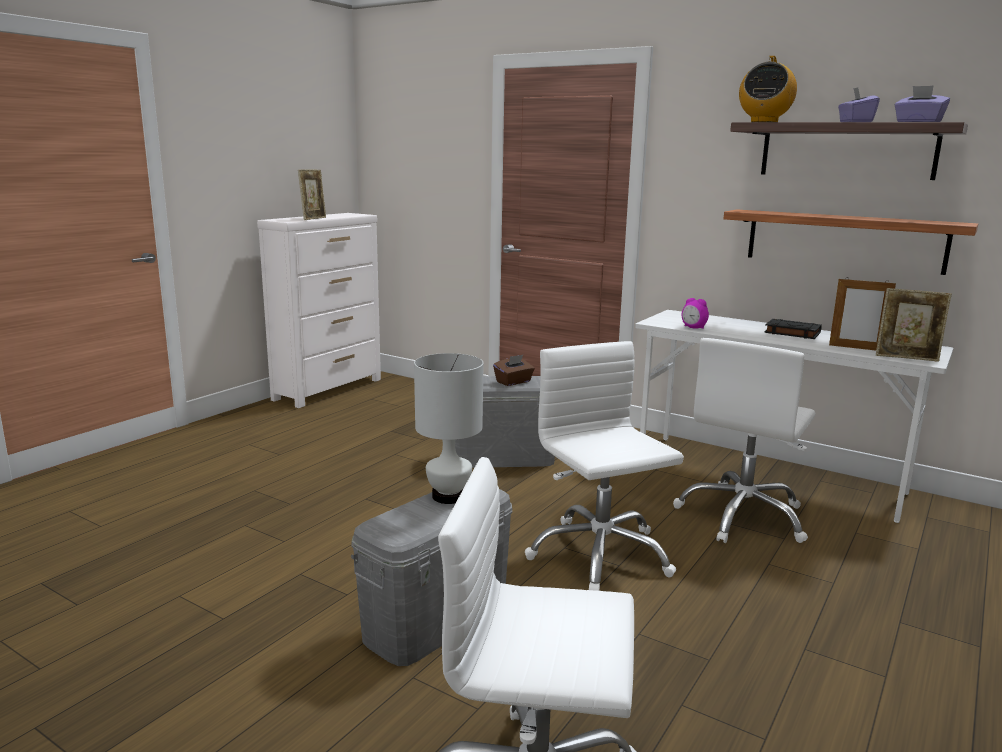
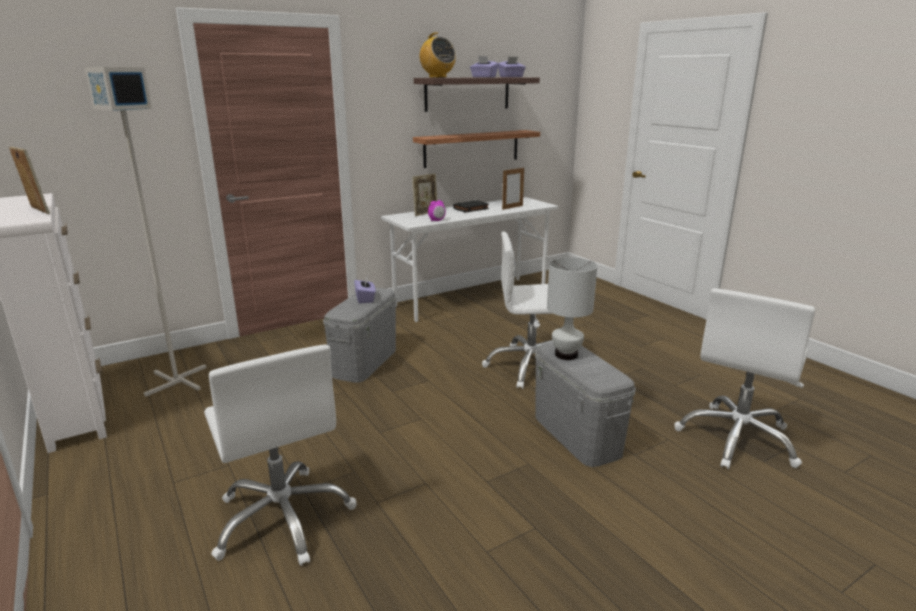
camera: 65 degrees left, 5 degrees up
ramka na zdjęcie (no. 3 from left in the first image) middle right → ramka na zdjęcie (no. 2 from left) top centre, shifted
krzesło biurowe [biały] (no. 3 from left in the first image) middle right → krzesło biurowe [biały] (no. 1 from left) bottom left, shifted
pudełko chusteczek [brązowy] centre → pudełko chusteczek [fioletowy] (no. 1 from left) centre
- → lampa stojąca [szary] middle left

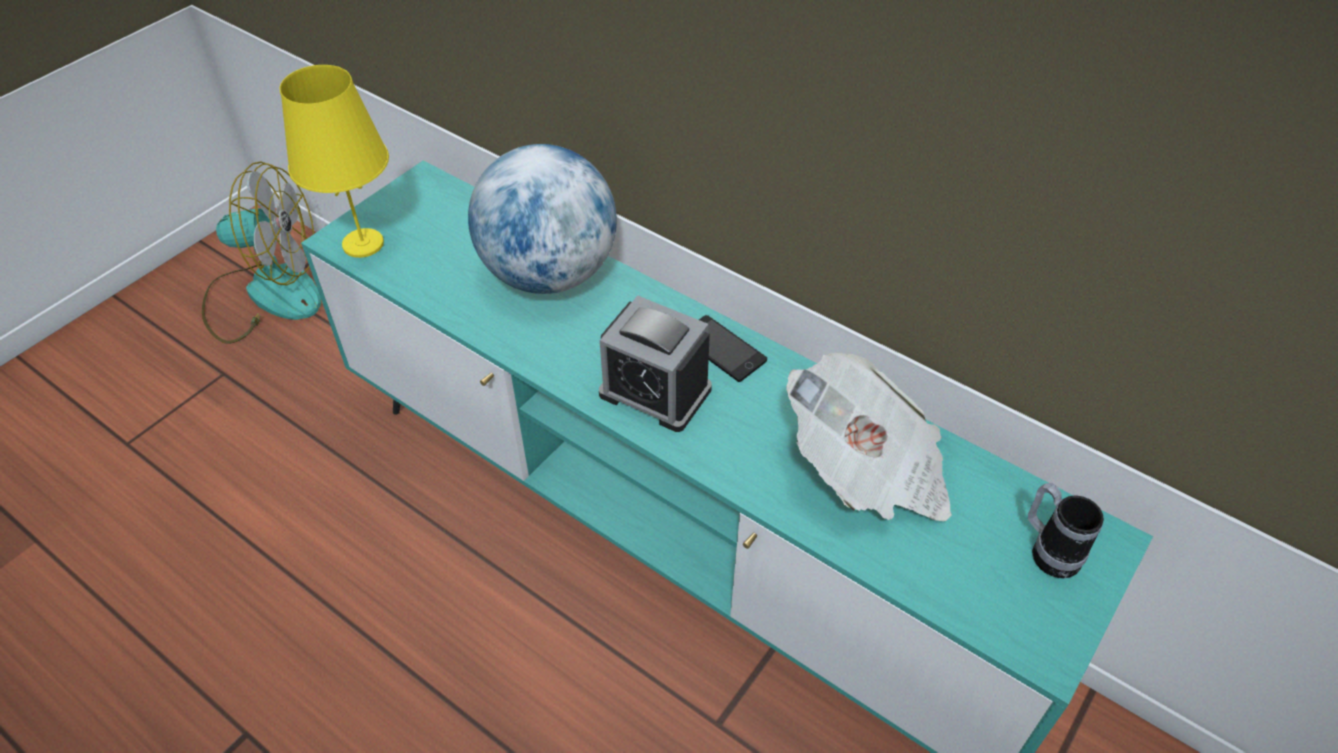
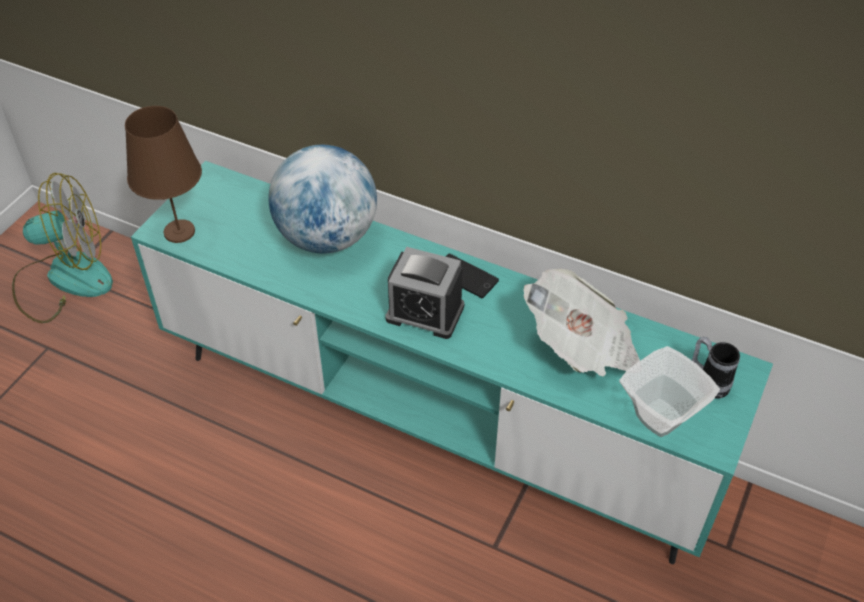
camera: 10 degrees left, 0 degrees up
lampa stołowa [żółty] top left → lampa stołowa [brązowy] top left
- → miska middle right

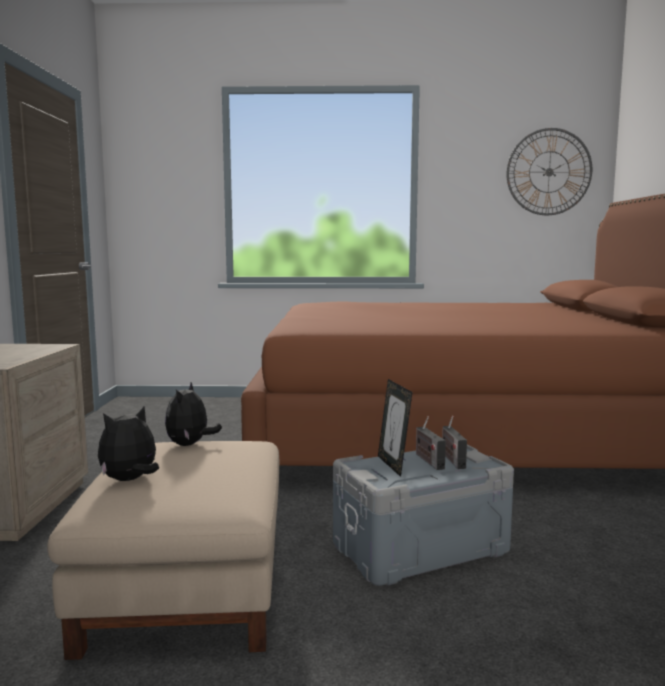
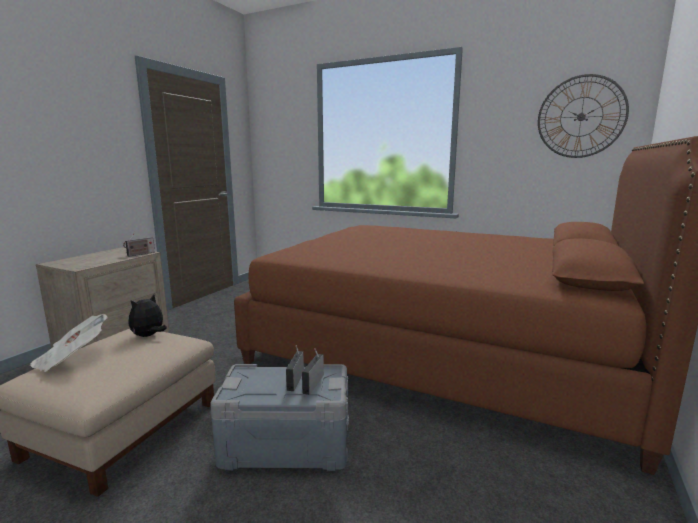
camera: 25 degrees right, 5 degrees up
ramka na zdjęcie centre → -
pluszak (no. 1 from left) middle left → gazeta middle left
- → radio (no. 1 from left) middle left

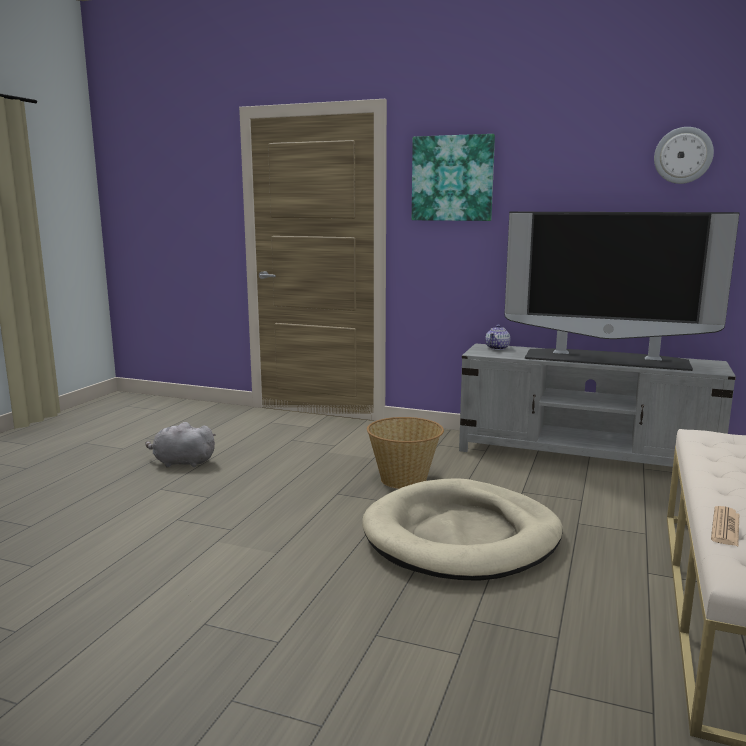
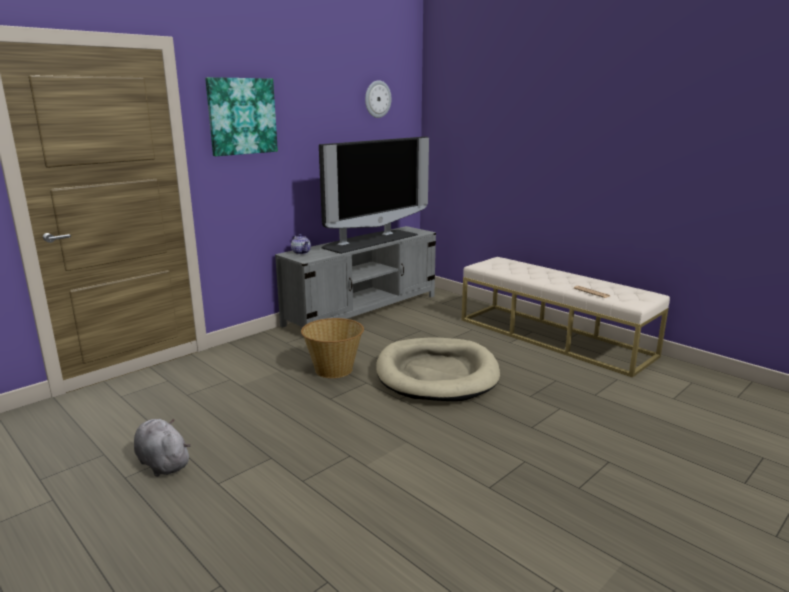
camera: 65 degrees left, 5 degrees up
pluszak [szary] middle left → pluszak [szary] bottom left, 105 degrees clockwise

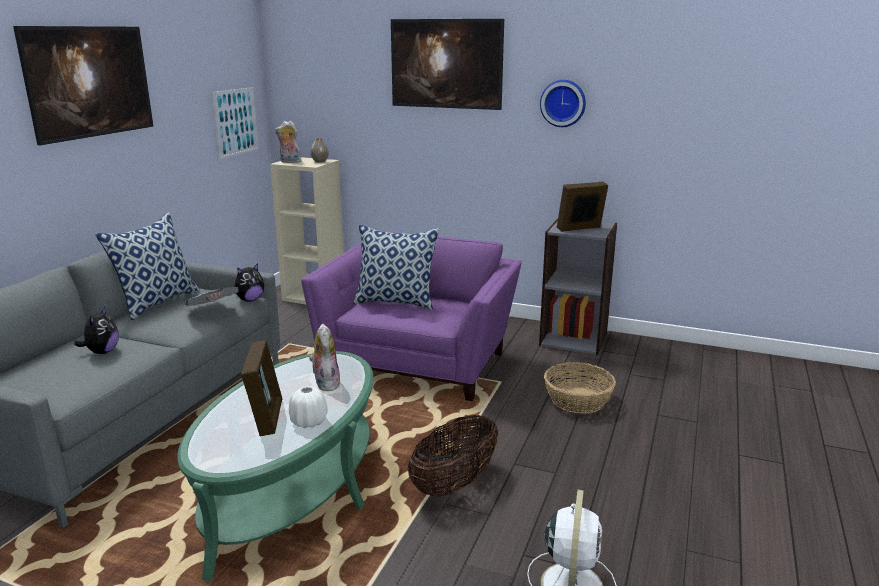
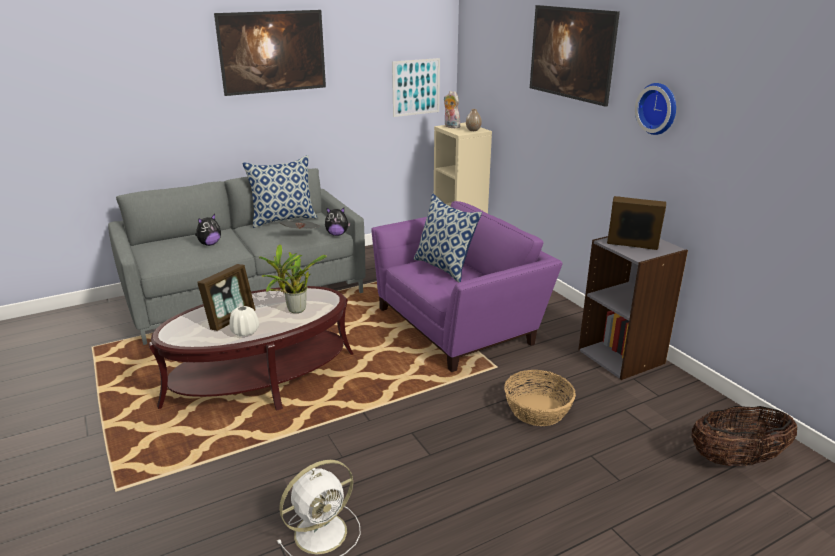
camera: 40 degrees right, 5 degrees up
pluszak (no. 4 from left) centre → roślina doniczkowa centre
ława [zielony] bottom left → ława [brązowy] middle left
koszyk (no. 1 from left in the first image) bottom centre → koszyk (no. 2 from left) bottom right, shifted

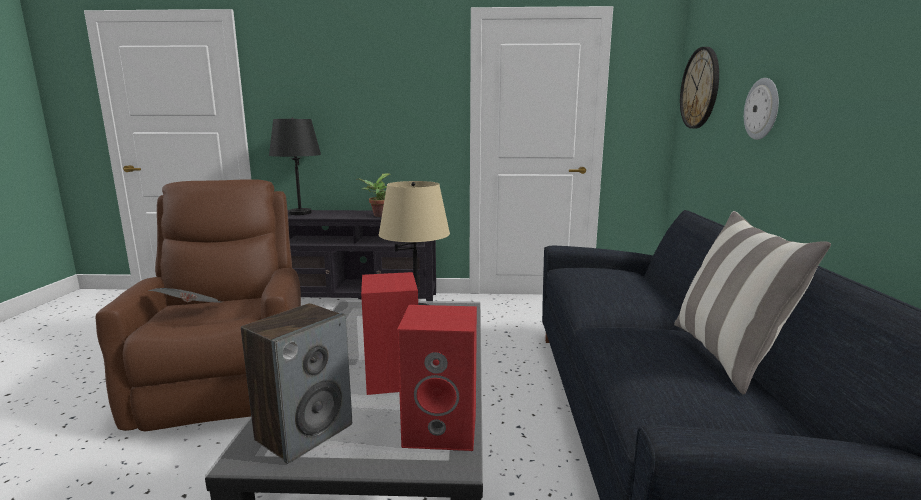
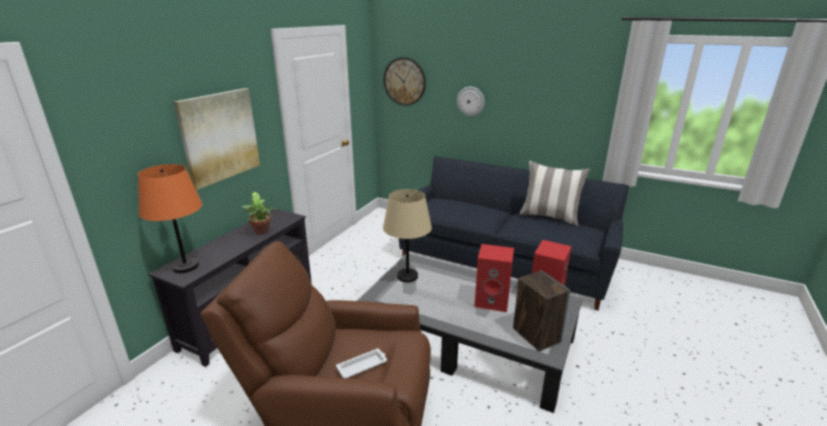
camera: 65 degrees left, 10 degrees up
lampa stołowa [czarny] top left → lampa stołowa [pomarańczowy] middle left
gazeta middle left → taca [biały] bottom centre
- → obraz top left

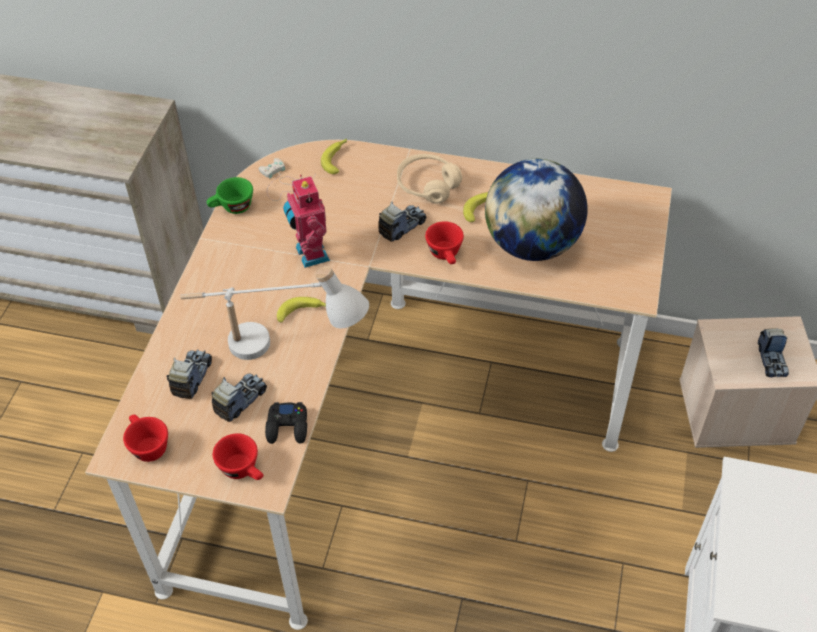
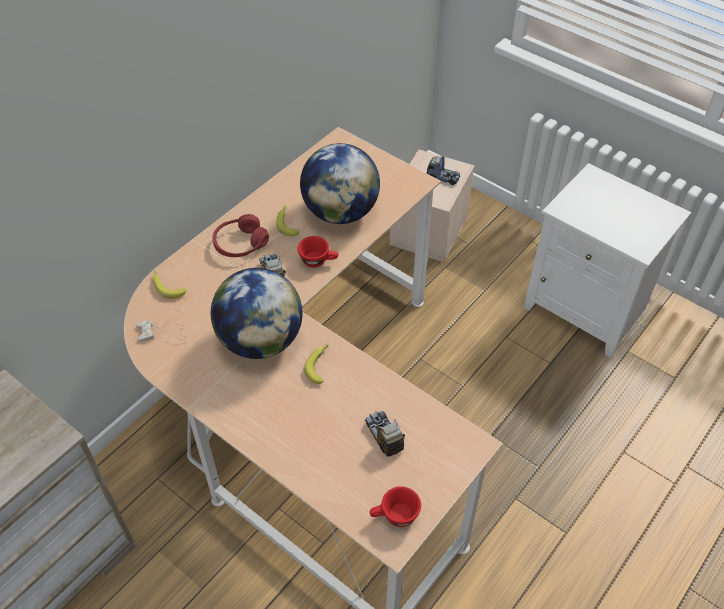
camera: 65 degrees left, 0 degrees up
słuchawki [beżowy] top centre → słuchawki [czerwony] middle left
robot zabawkowy centre → globus (no. 1 from left) centre
filiżanka [zielony] top left → -
lampa stołowa [biały] centre → -
ciężarówka zabawkowa (no. 1 from left) middle left → -
pad do gier [czarny] bottom centre → -
filiżanka [czerwony] (no. 2 from left) bottom left → -

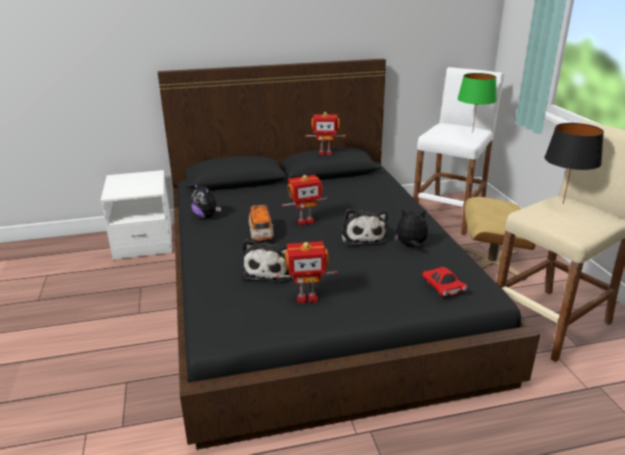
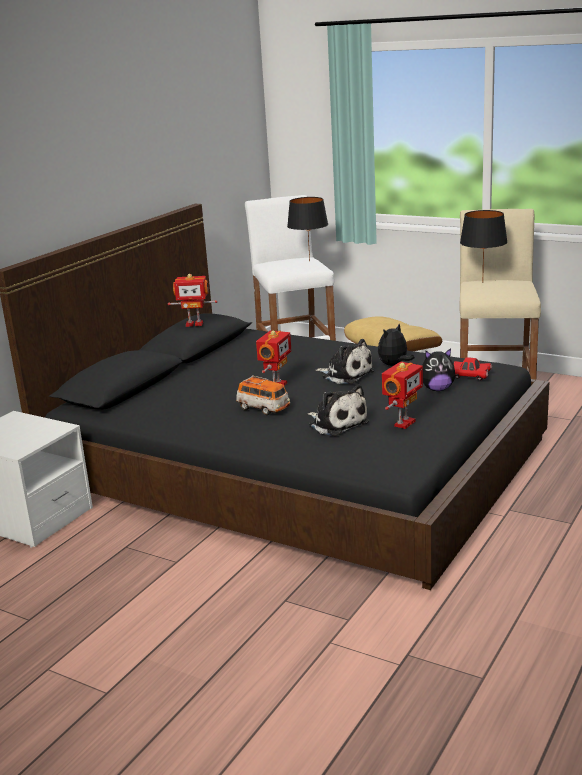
camera: 45 degrees left, 5 degrees down
lampa stołowa [zielony] top right → lampa stołowa [czarny] (no. 1 from left) top centre
robot zabawkowy (no. 3 from left in the first image) top centre → robot zabawkowy (no. 1 from left) middle left, 45 degrees clockwise
pluszak (no. 1 from left in the first image) middle left → pluszak (no. 4 from left) middle right, shifted

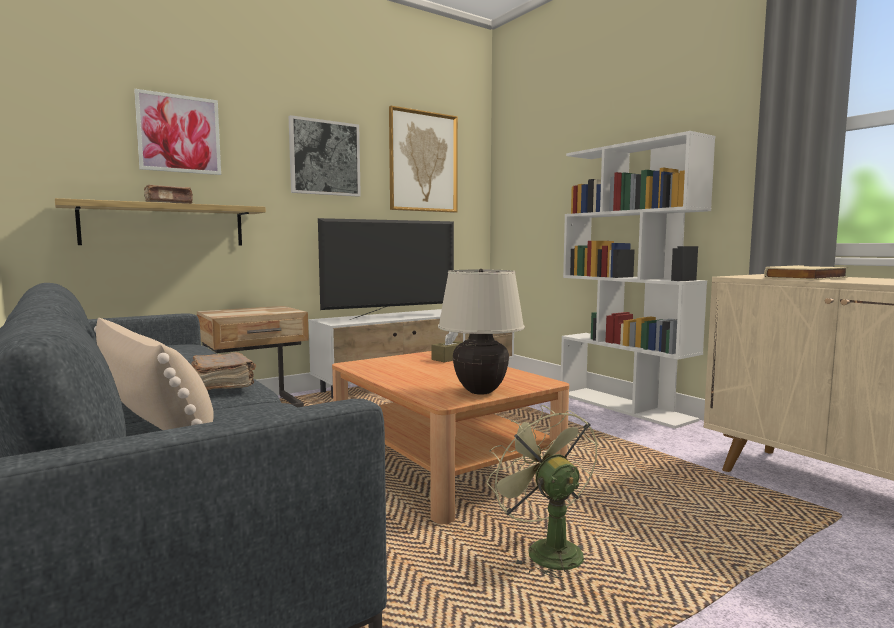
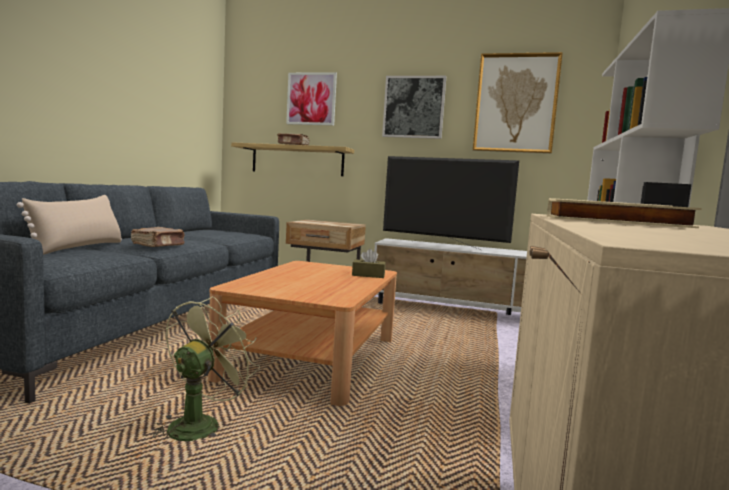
camera: 50 degrees right, 0 degrees up
lampa stołowa [beżowy] centre → -

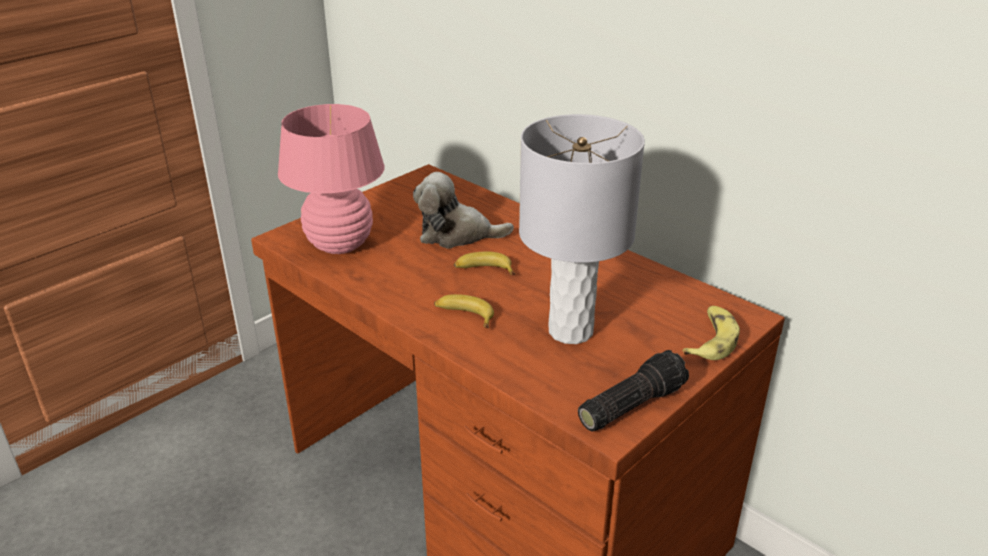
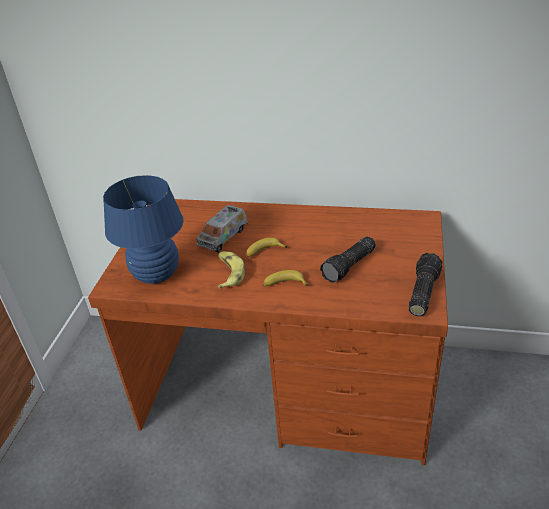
camera: 30 degrees left, 5 degrees up
lampa stołowa [różowy] top centre → lampa stołowa [niebieski] middle left
lampa stołowa [szary] centre → latarka (no. 1 from left) centre
pluszak centre → ciężarówka zabawkowa centre
banan (no. 3 from left in the first image) middle right → banan (no. 1 from left) centre, shifted

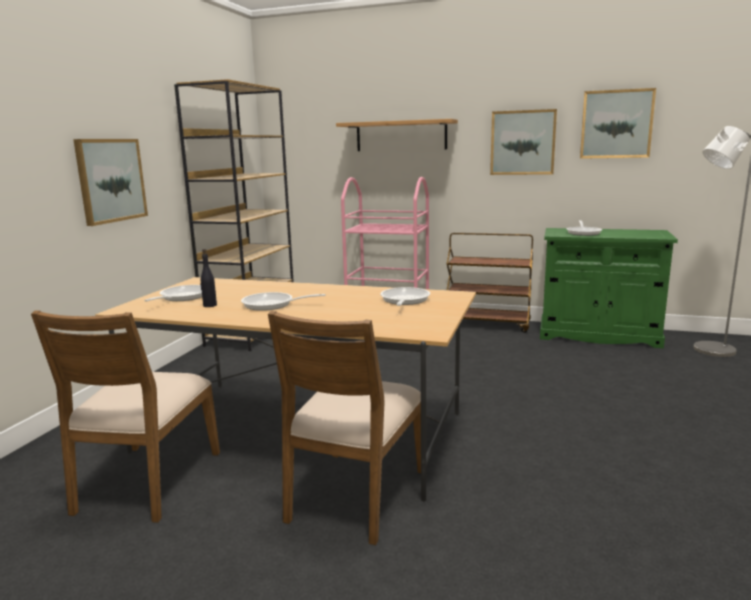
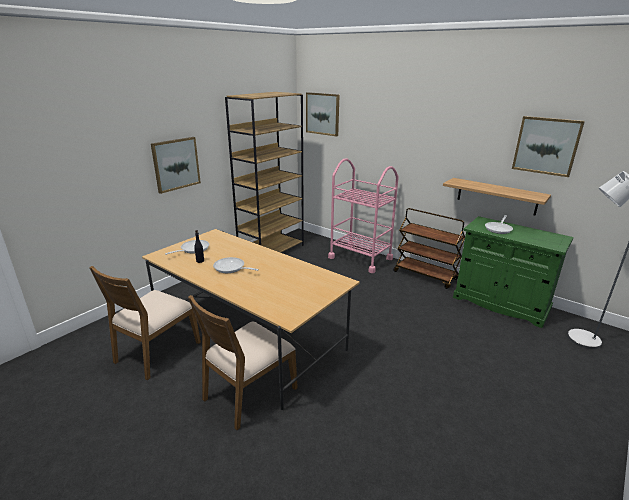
camera: 20 degrees right, 10 degrees up
obraz (no. 2 from left) top right → obraz (no. 2 from left) top centre, shifted
półka top centre → półka middle right, shifted
patelnia (no. 3 from left) centre → -

